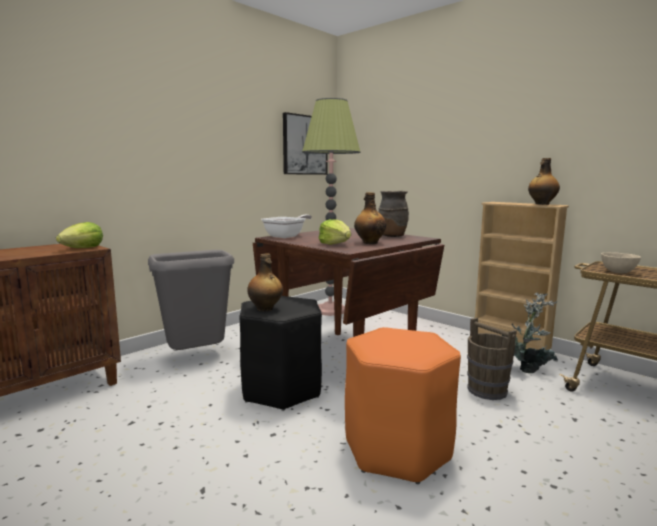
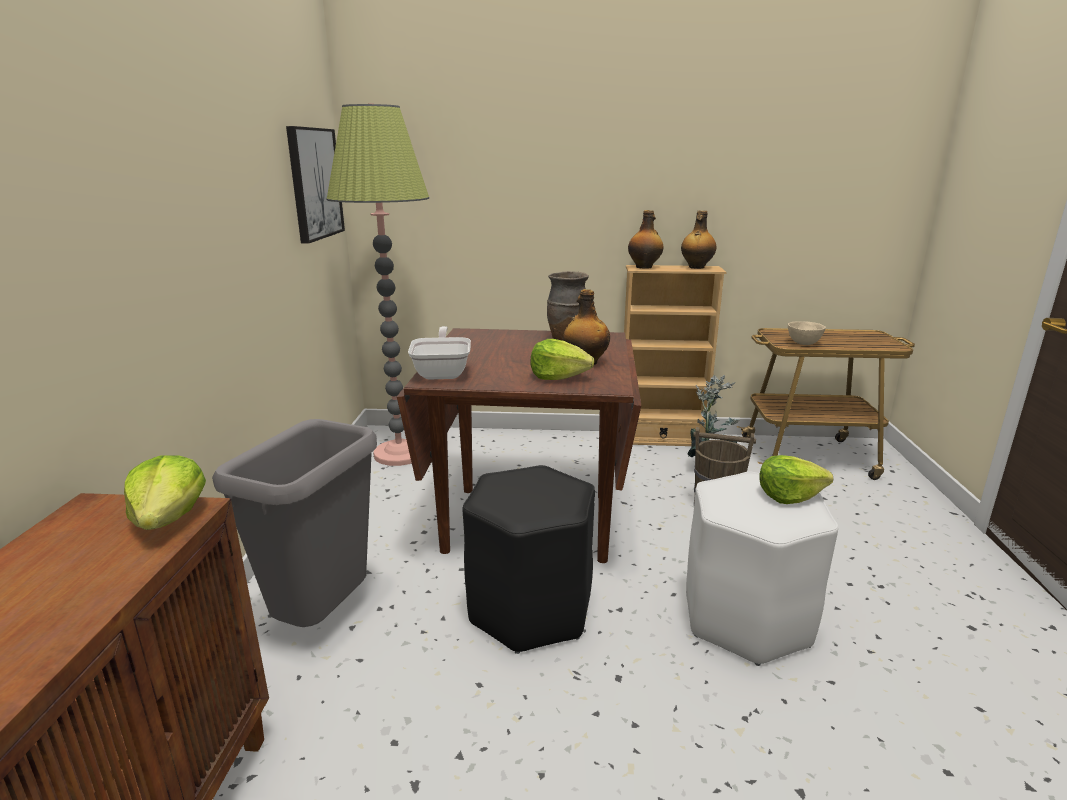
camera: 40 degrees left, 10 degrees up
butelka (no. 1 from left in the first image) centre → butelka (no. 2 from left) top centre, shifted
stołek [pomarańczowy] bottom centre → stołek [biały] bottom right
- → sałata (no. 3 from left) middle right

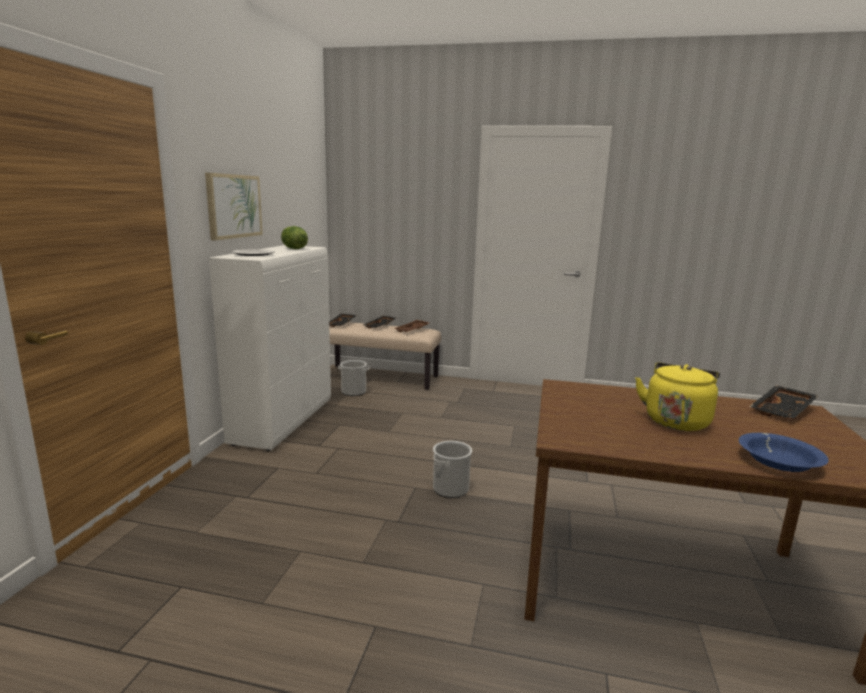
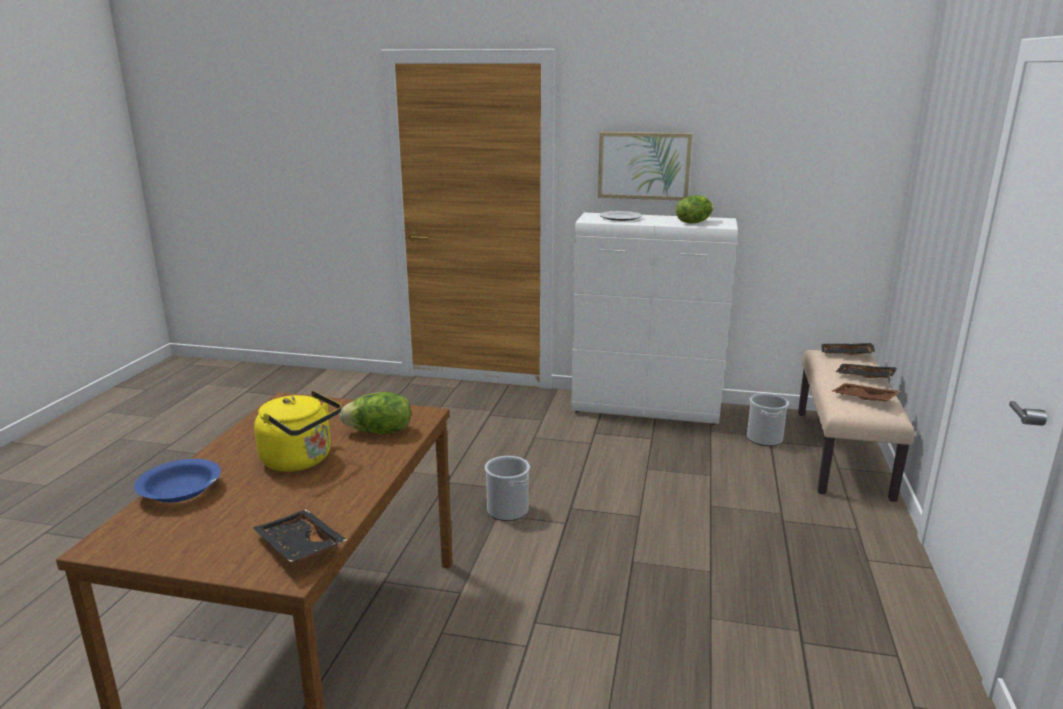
camera: 90 degrees right, 5 degrees up
- → sałata (no. 1 from left) centre

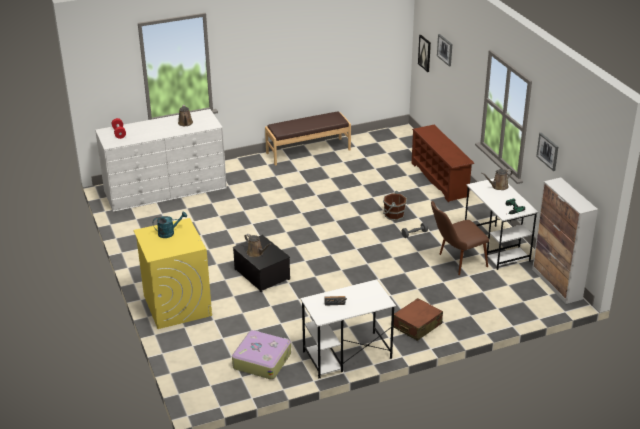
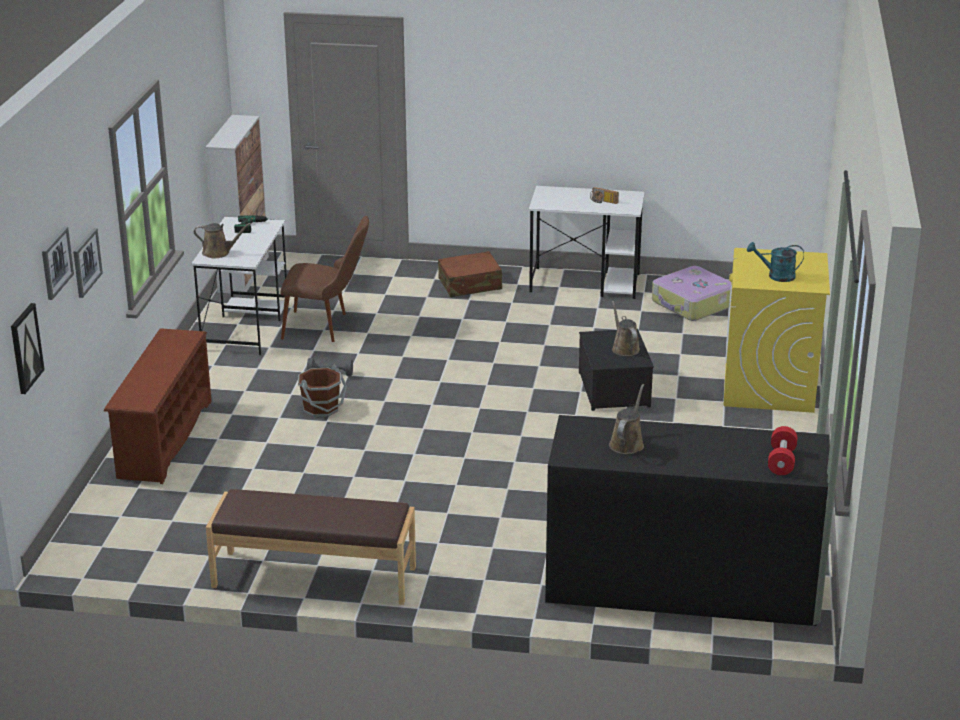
camera: 150 degrees left, 5 degrees down
komoda [biały] middle left → komoda [czarny] bottom right
obraz (no. 3 from left) middle right → obraz (no. 3 from left) middle left, shifted

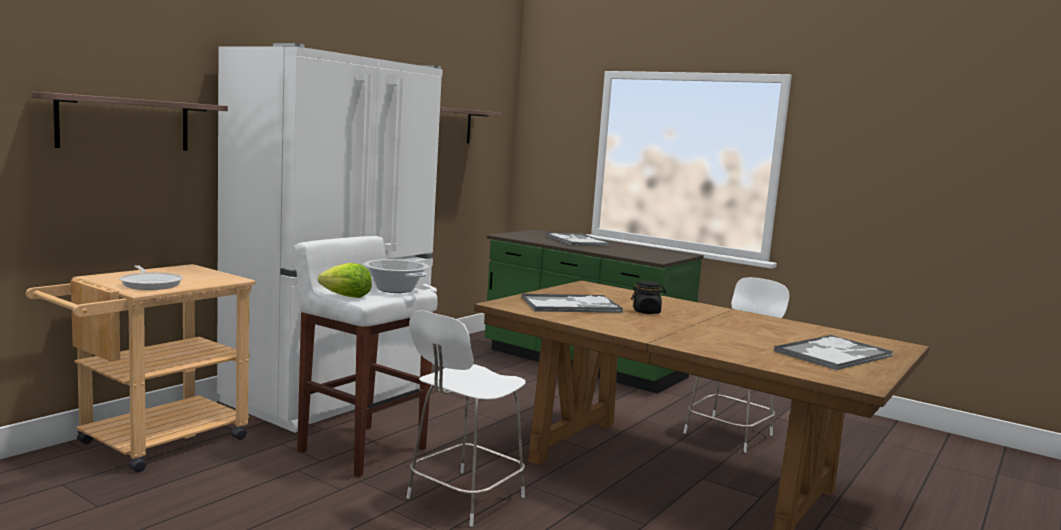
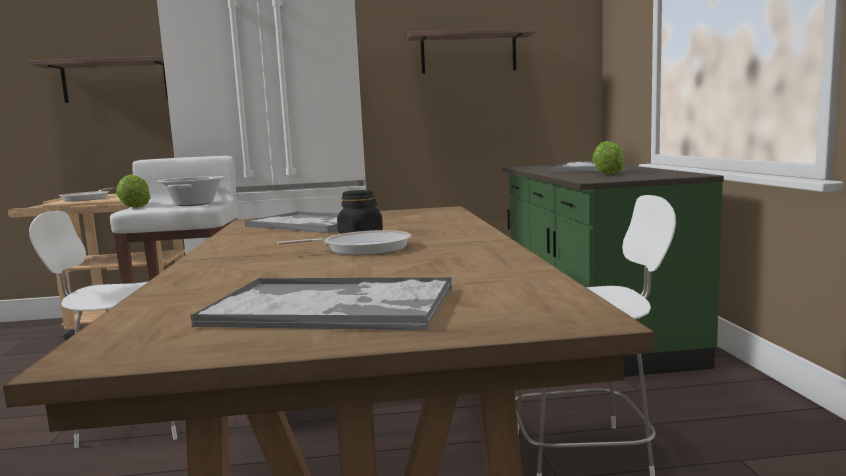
camera: 50 degrees right, 0 degrees up
- → sałata (no. 2 from left) top right
- → patelnia (no. 2 from left) centre

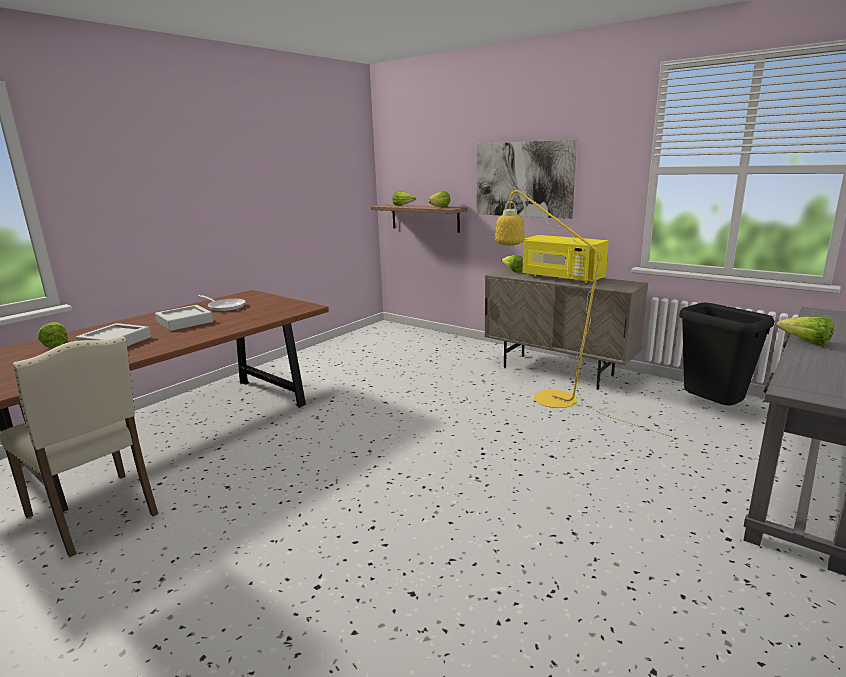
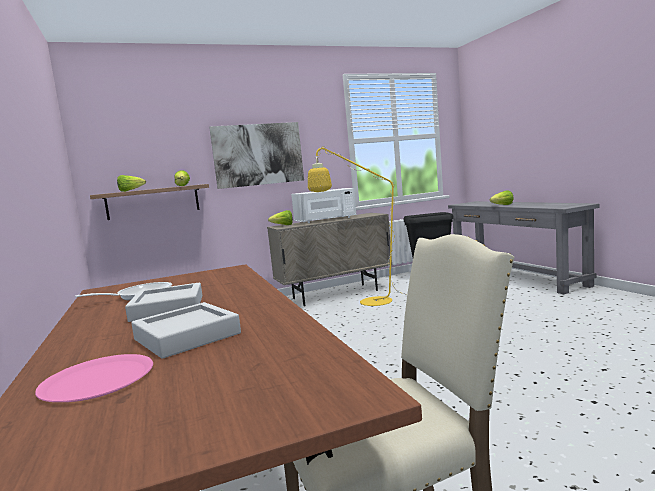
camera: 60 degrees left, 10 degrees down
mikrofalówka [żółty] middle right → mikrofalówka [biały] centre
sałata (no. 1 from left) middle left → talerz [różowy] bottom left

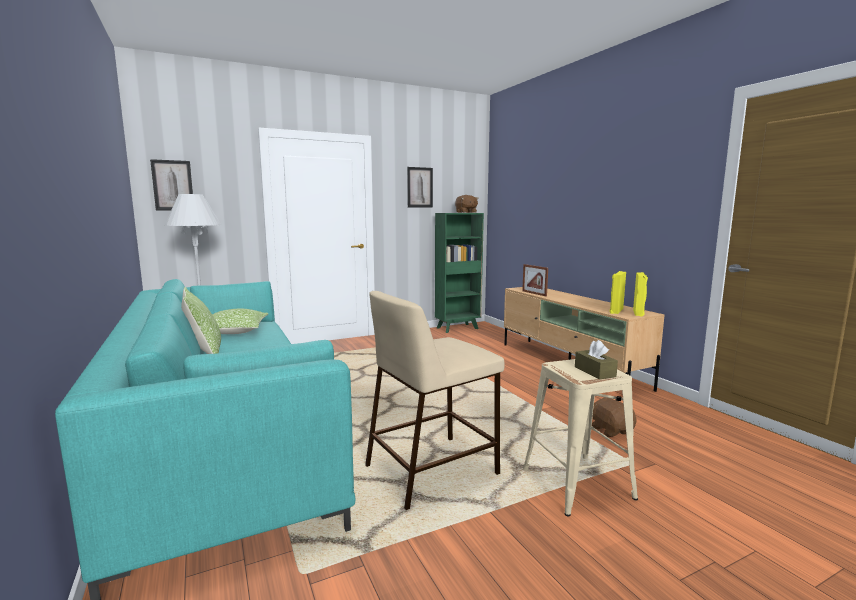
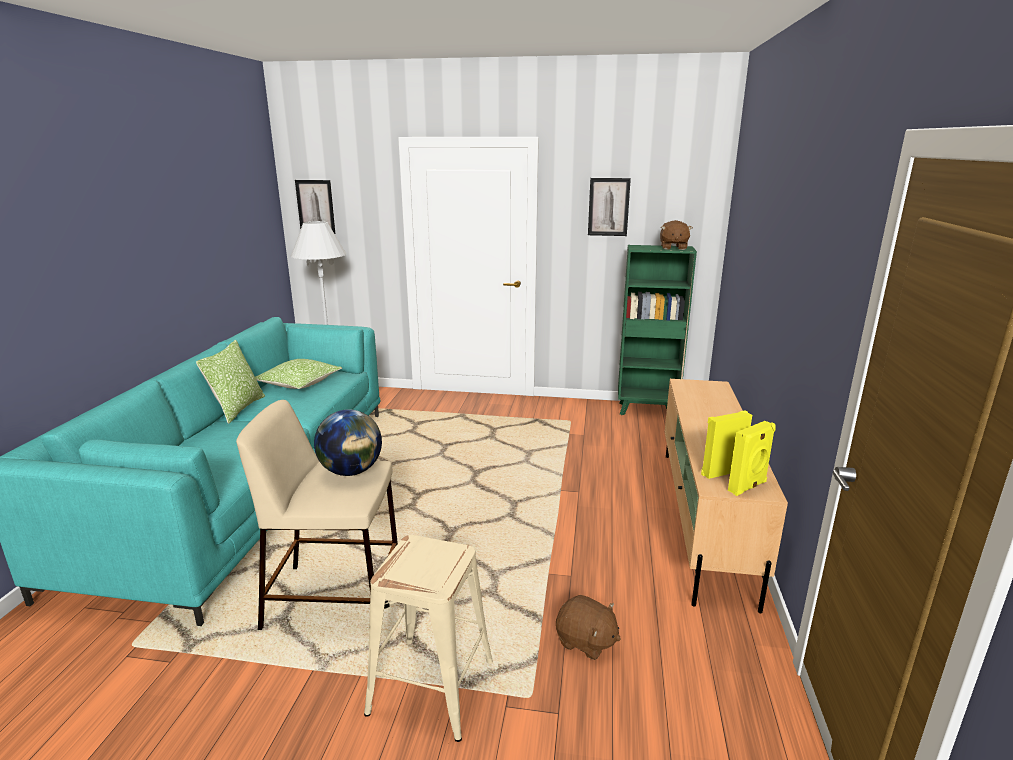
camera: 35 degrees right, 10 degrees up
ramka na zdjęcie centre → -
pudełko chusteczek [brązowy] middle right → -
pluszak [brązowy] (no. 2 from left in the first image) bottom right → pluszak [brązowy] (no. 1 from left) bottom centre, 105 degrees clockwise
- → globus centre

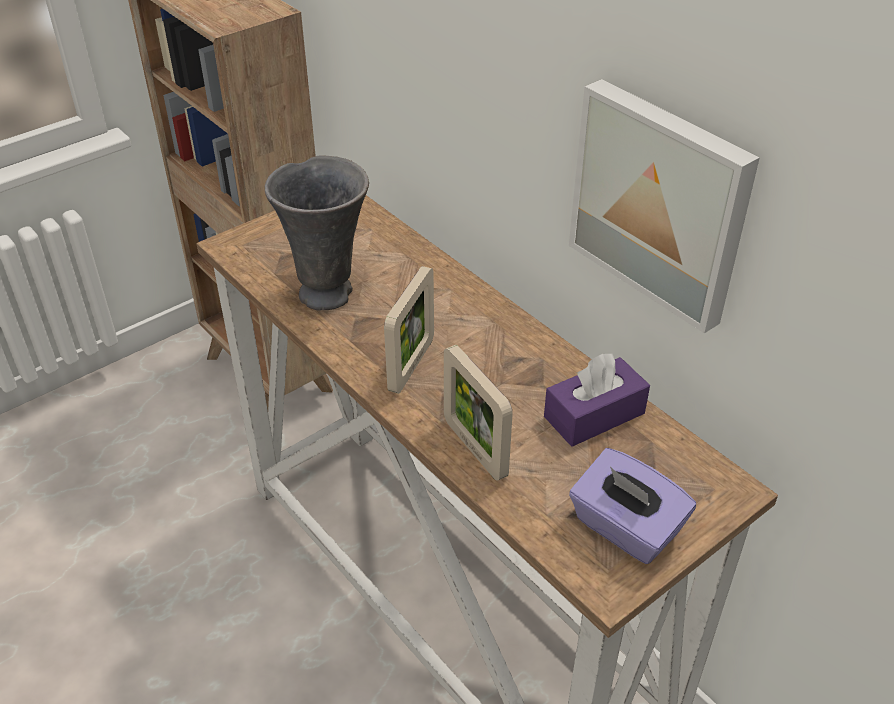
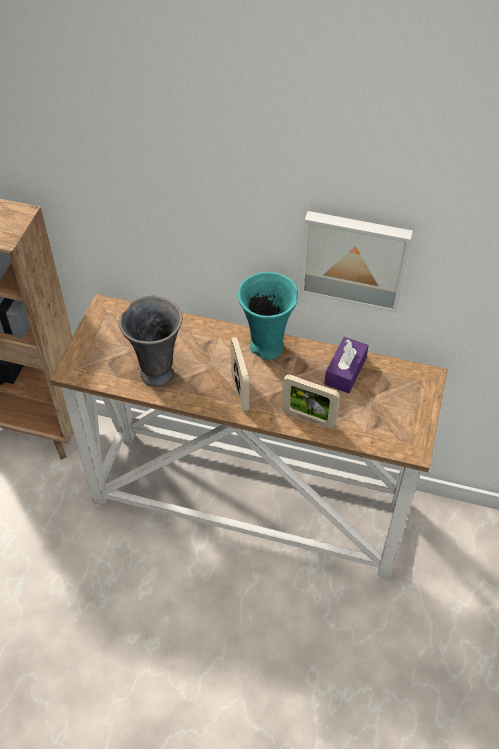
camera: 35 degrees left, 10 degrees up
pudełko chusteczek [fioletowy] (no. 2 from left) bottom right → -
- → wazon [turkusowy] centre

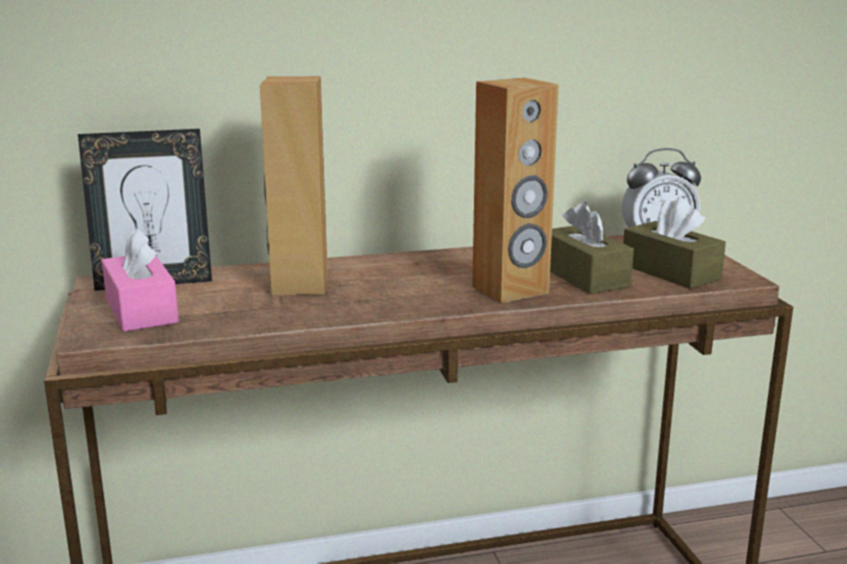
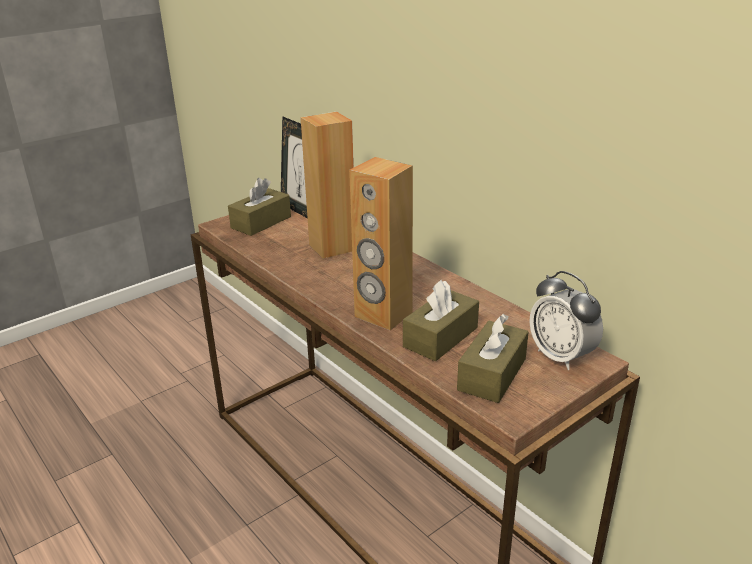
camera: 65 degrees right, 10 degrees up
pudełko chusteczek [różowy] middle left → pudełko chusteczek [brązowy] (no. 1 from left) centre

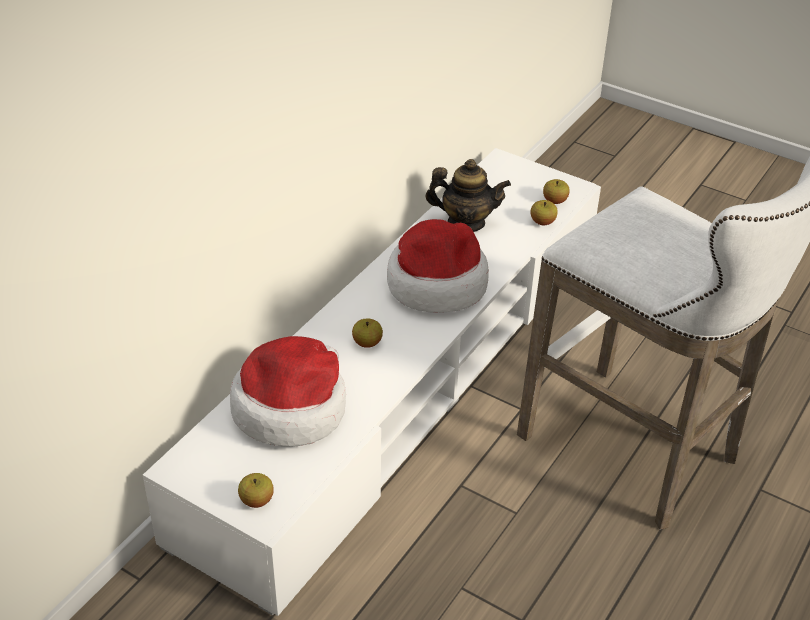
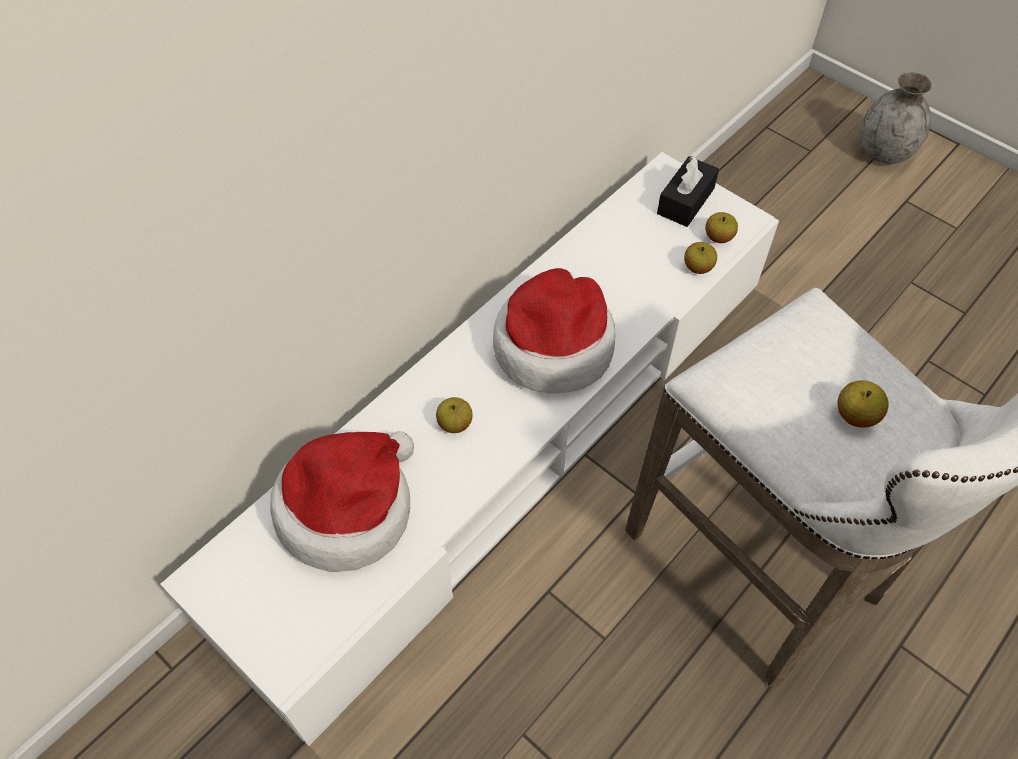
camera: 10 degrees right, 15 degrees up
imbryk top centre → -
jabłko (no. 1 from left in the first image) bottom left → jabłko (no. 4 from left) middle right, shifted
- → wazon [szary] top right
- → pudełko chusteczek [czarny] top right

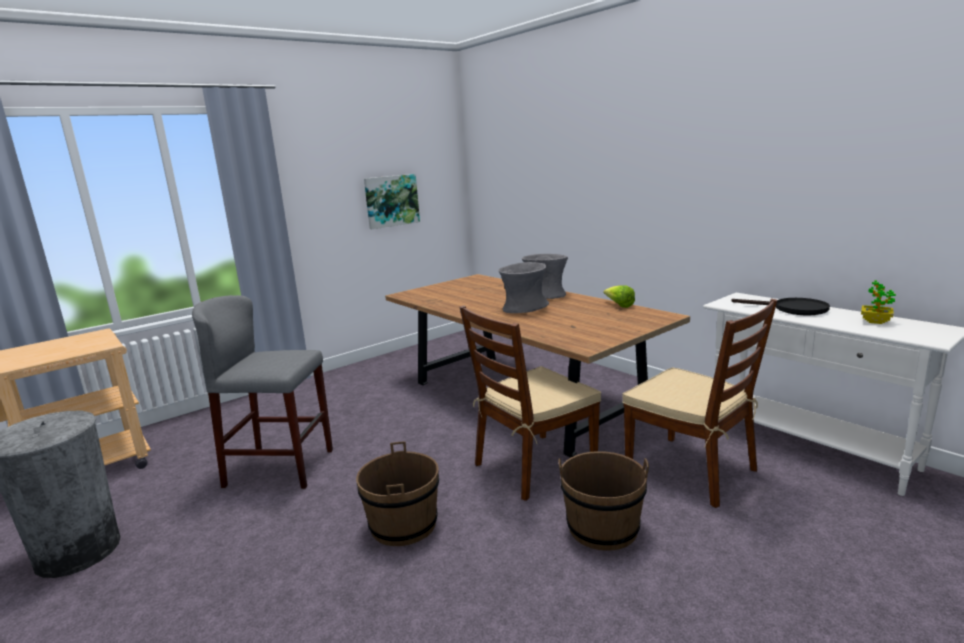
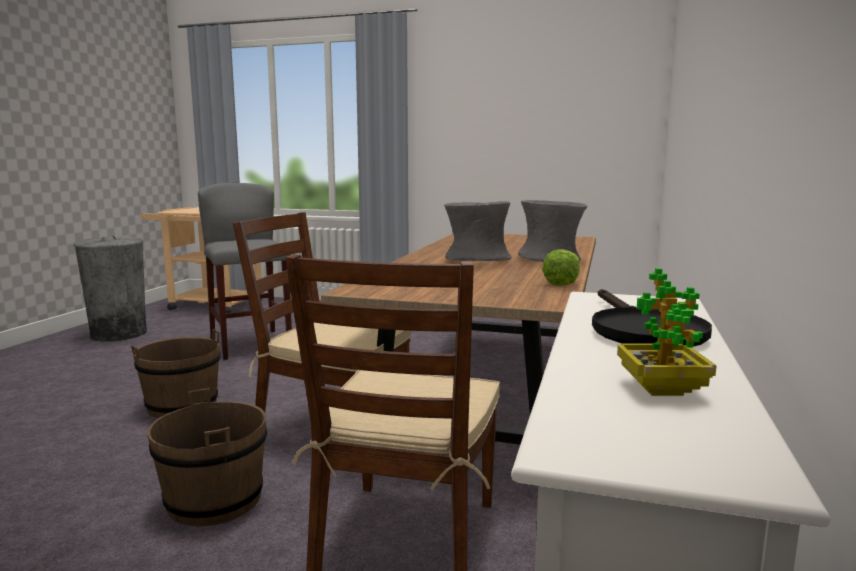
camera: 55 degrees right, 5 degrees down
obraz top centre → -

